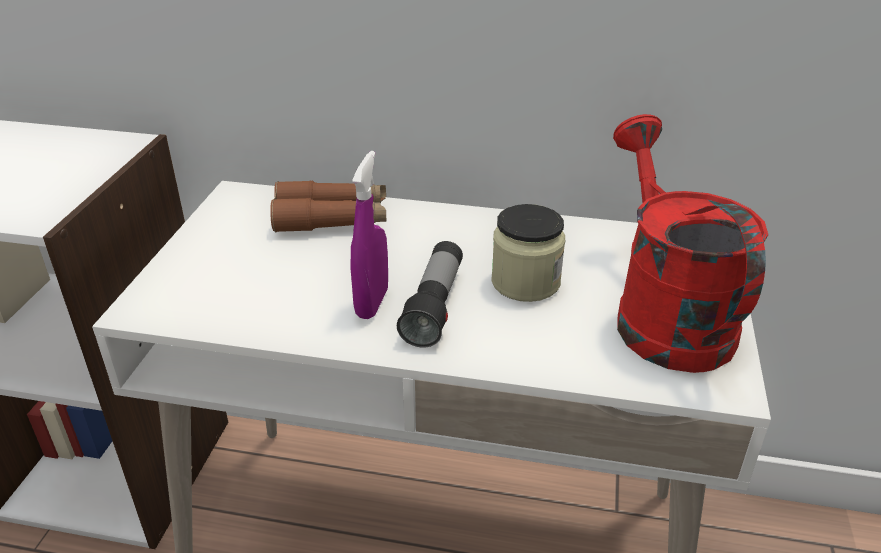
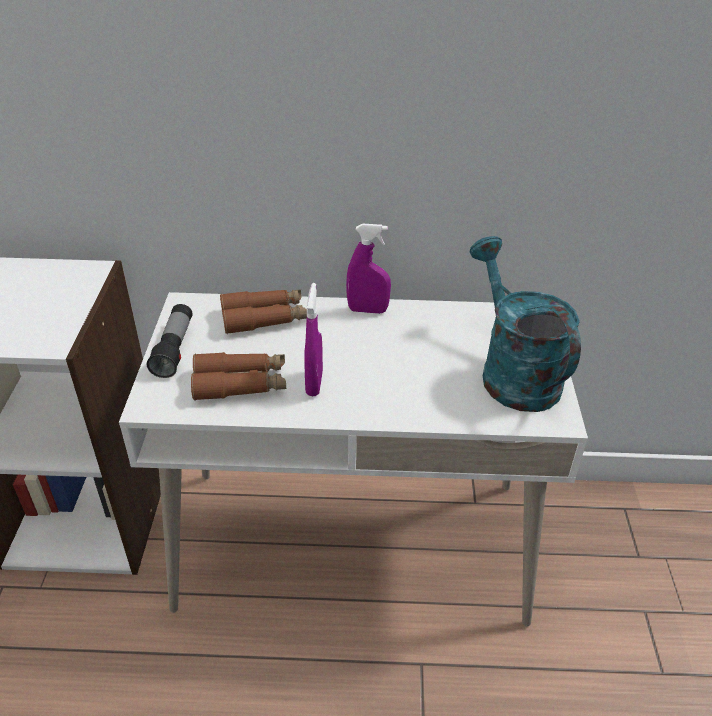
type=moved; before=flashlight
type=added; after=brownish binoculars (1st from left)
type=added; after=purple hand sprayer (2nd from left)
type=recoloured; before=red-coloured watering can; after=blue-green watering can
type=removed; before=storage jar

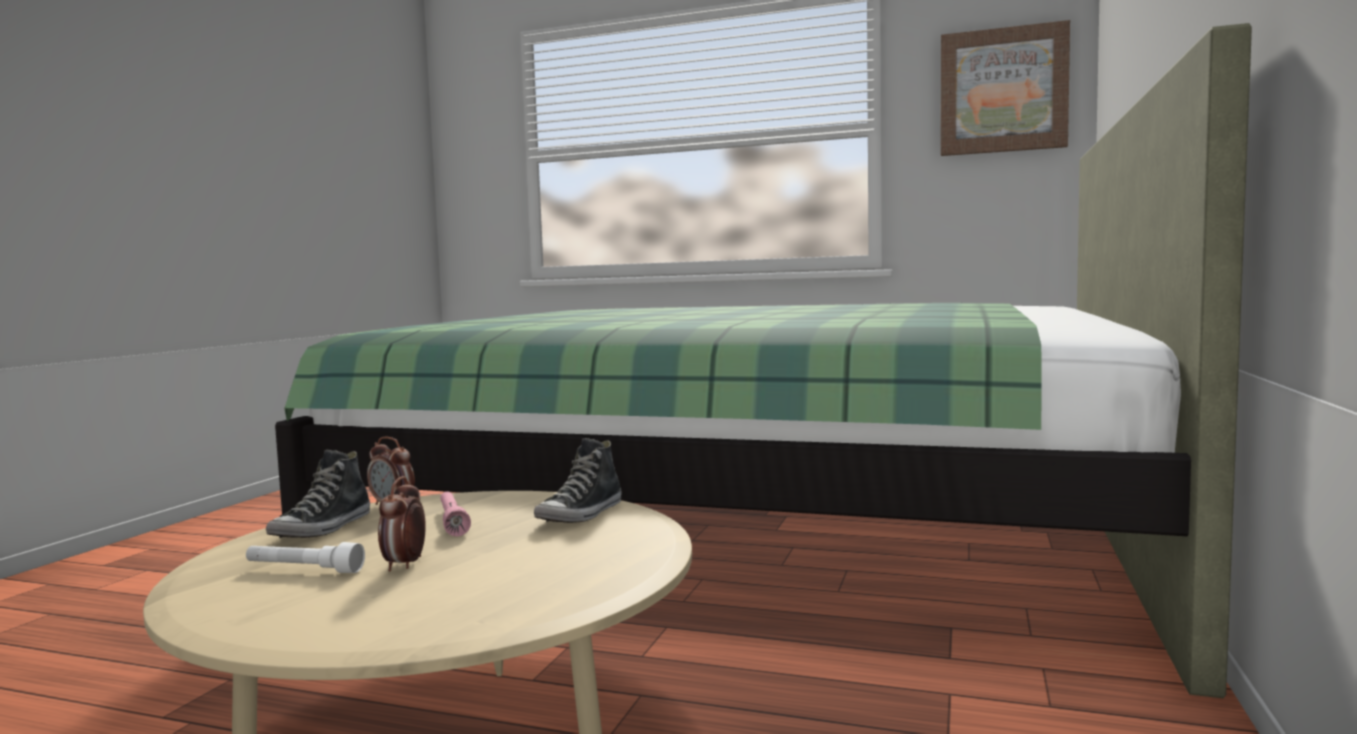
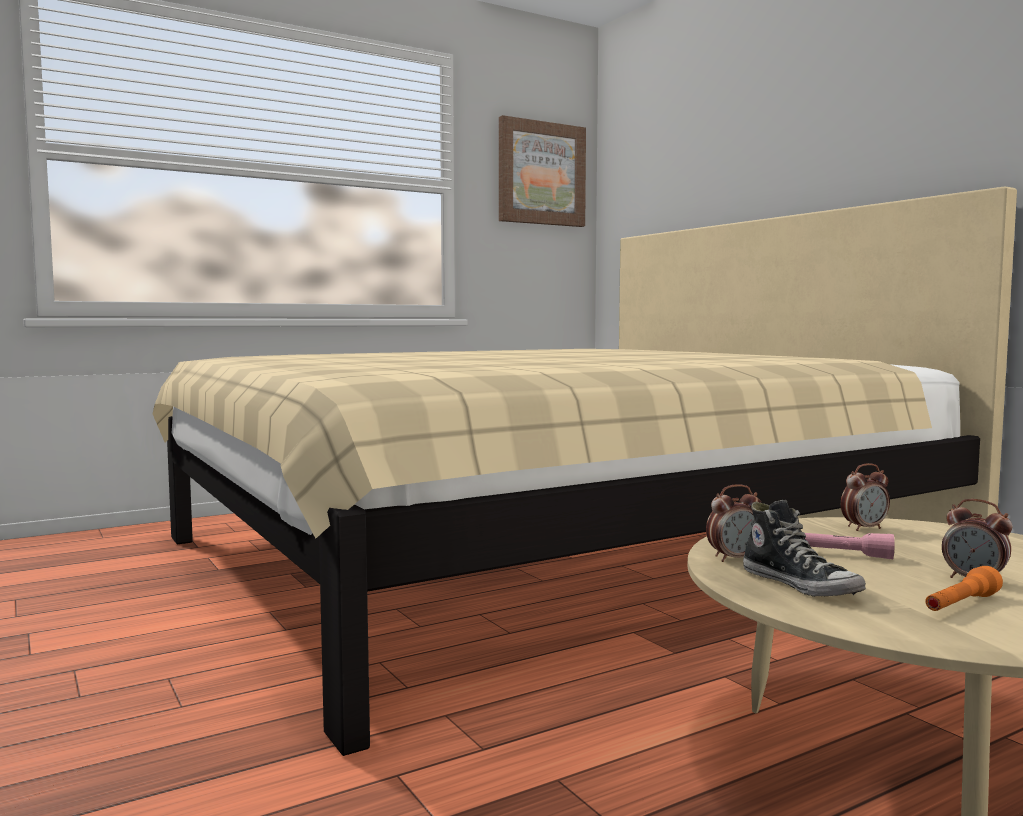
type=recoloured; before=green-coloured bedroom bed; after=beige bedroom bed
type=replaced; before=item of footwear (2nd from left); after=table clock (2nd from left)
type=recoloured; before=white-coloured flashlight; after=orangey flashlight

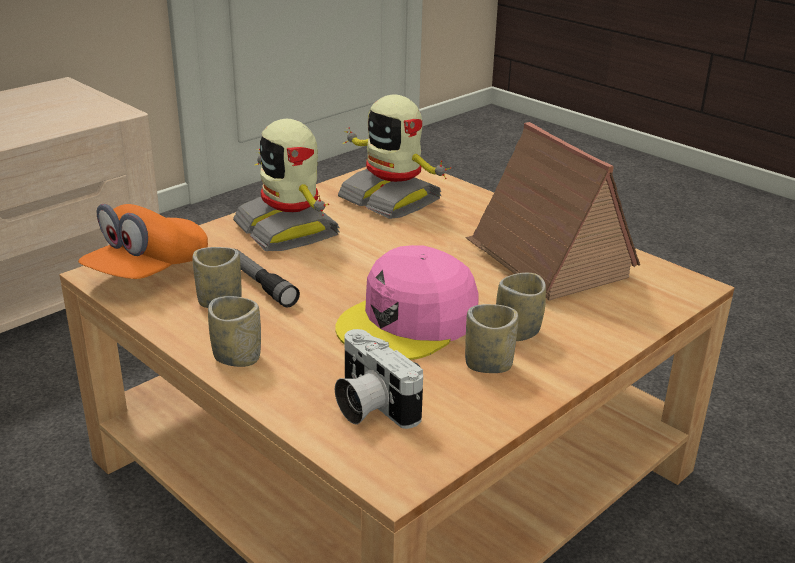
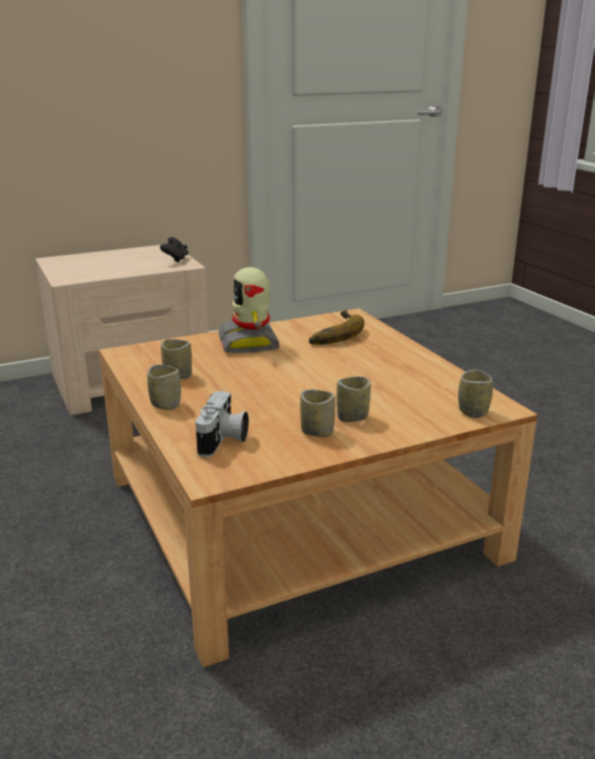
type=added; after=black-coloured game controller
type=turned; before=still camera; turn=-150
type=replaced; before=robot figure (2nd from left); after=banana fruit
type=added; after=small cup (5th from left)
type=removed; before=orangey cap
type=removed; before=flashlight
type=removed; before=pinkish cap
type=removed; before=model house

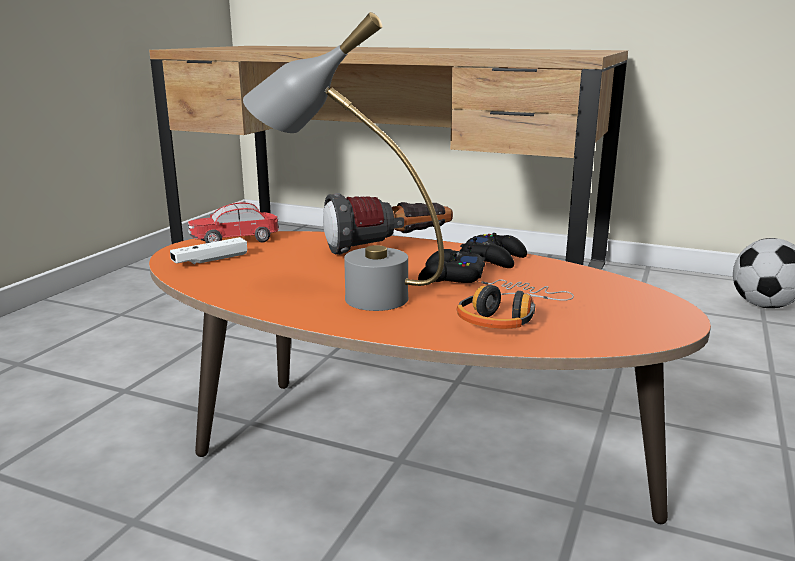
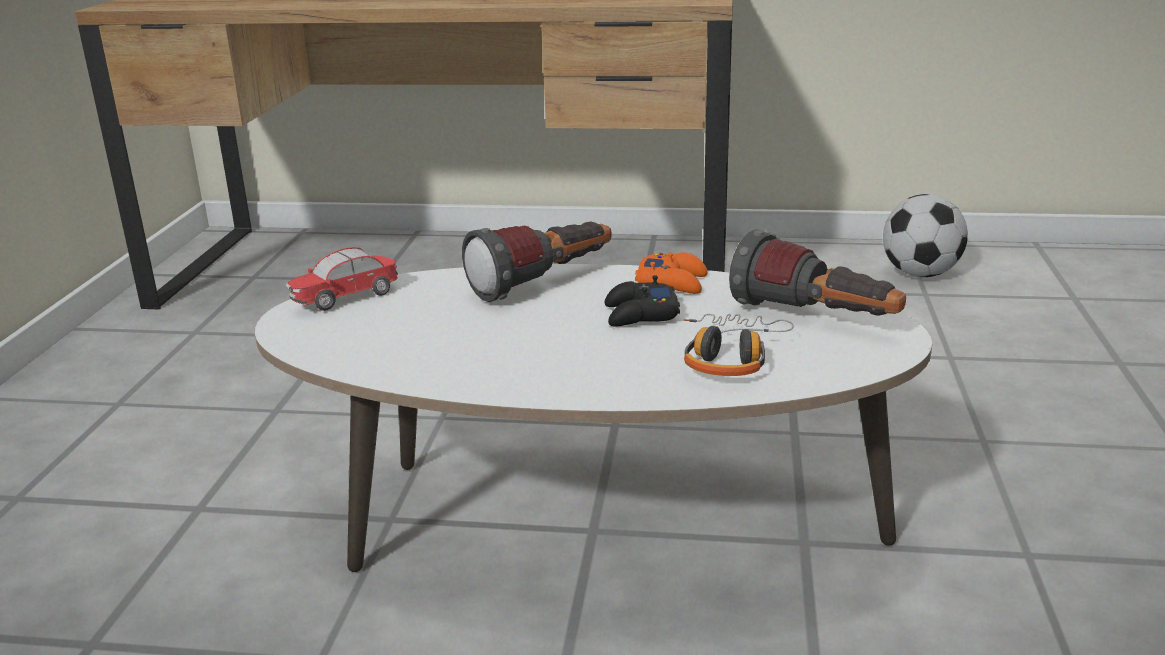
type=recoloured; before=orangey low table; after=white-coloured low table
type=recoloured; before=black-coloured game controller (2nd from left); after=orangey game controller
type=added; after=flashlight (2nd from left)
type=removed; before=white-coloured game controller
type=removed; before=greyish tabletop lamp

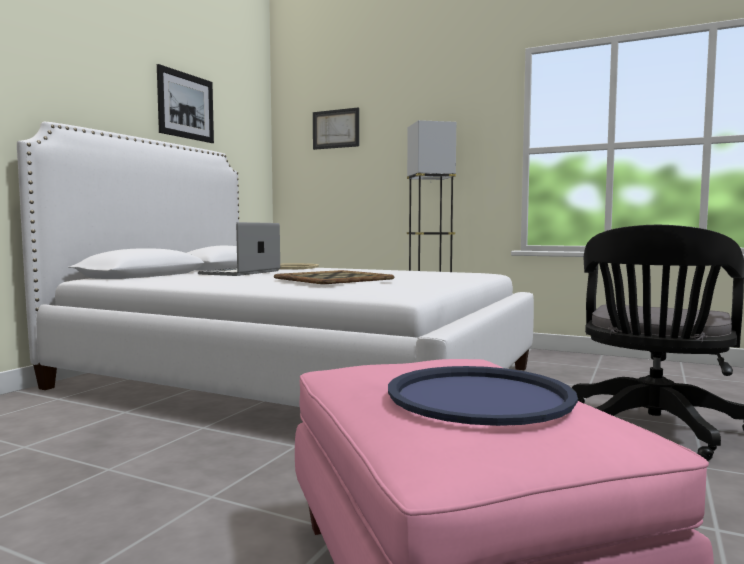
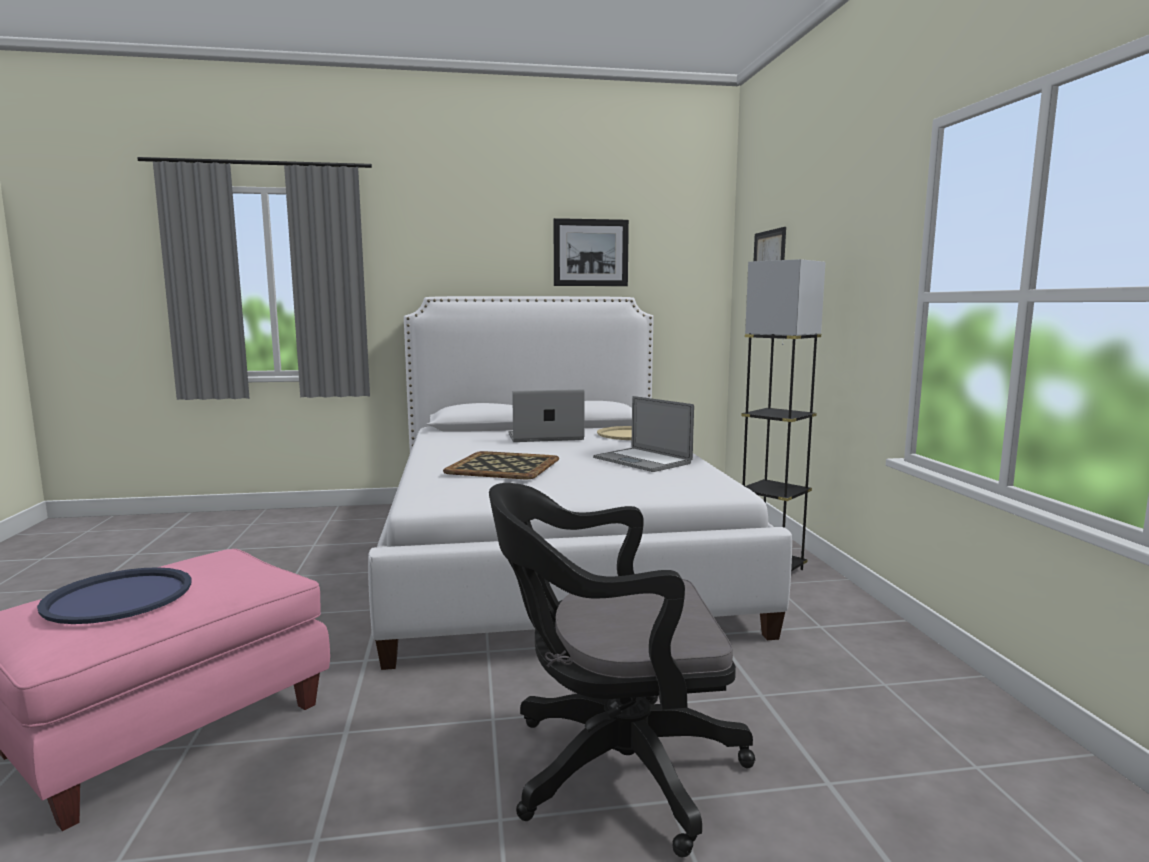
type=added; after=laptop (2nd from left)

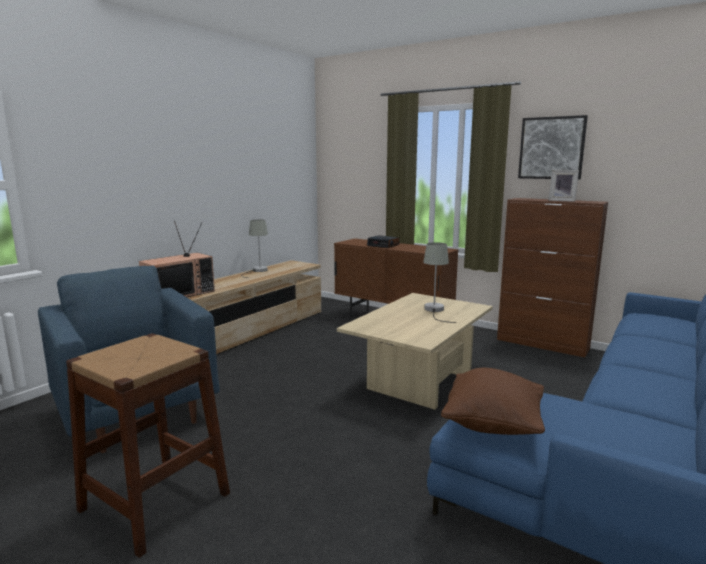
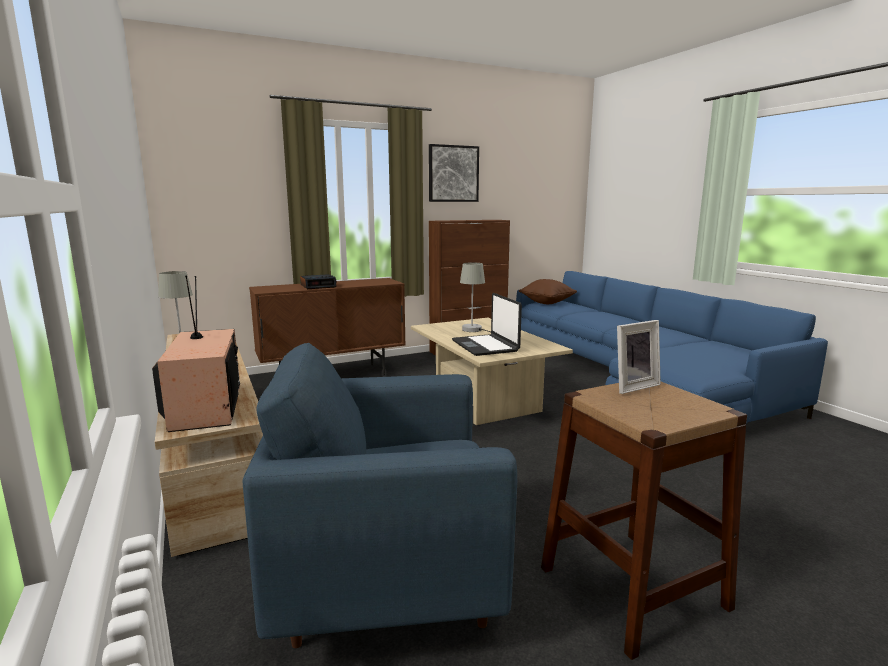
type=added; after=laptop
type=moved; before=brownish pillow
type=moved; before=standing frame

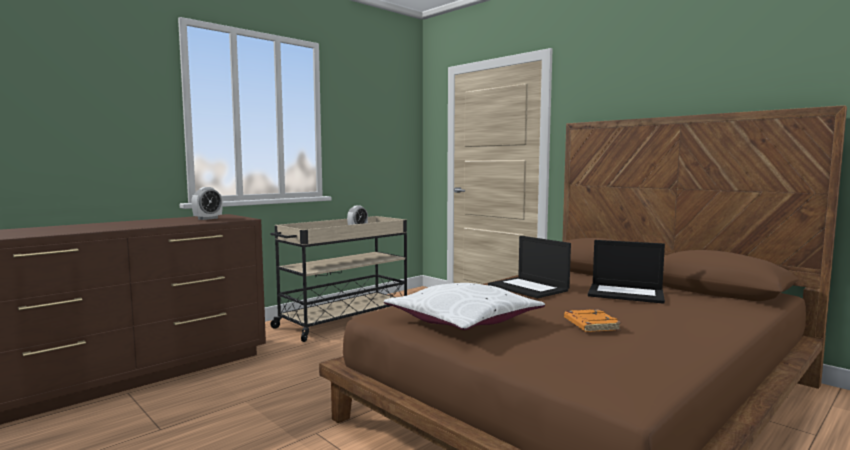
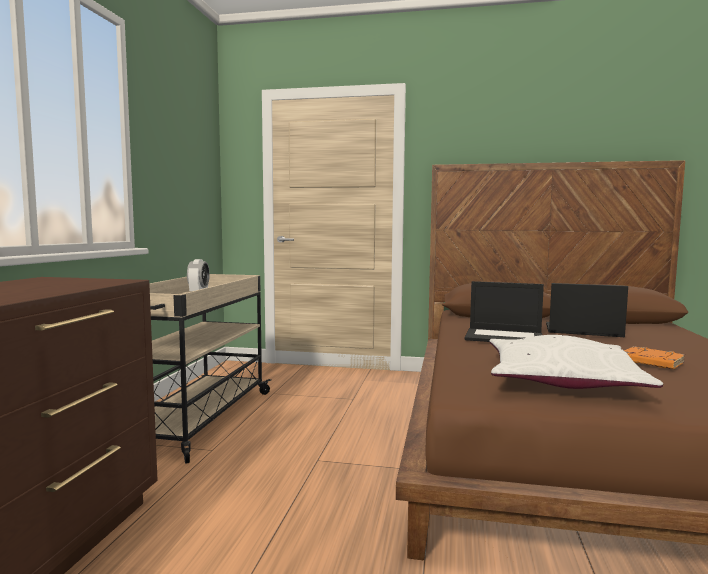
type=turned; before=laptop (2nd from left); turn=-150
type=removed; before=table clock (1st from left)

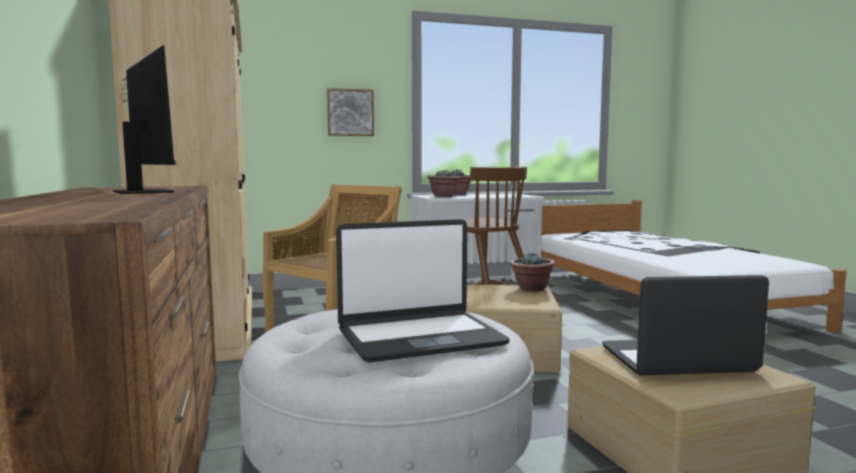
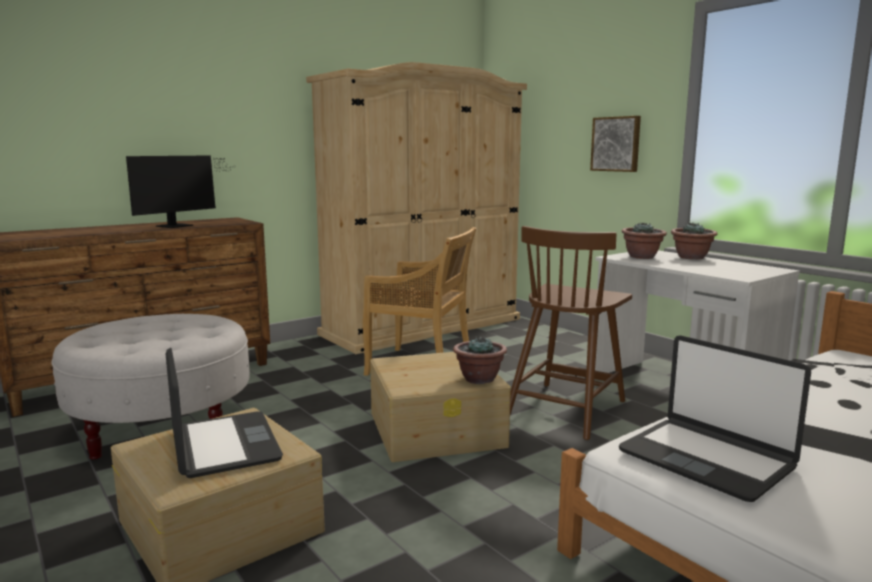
type=moved; before=laptop (1st from left in the first image); after=laptop (2nd from left)

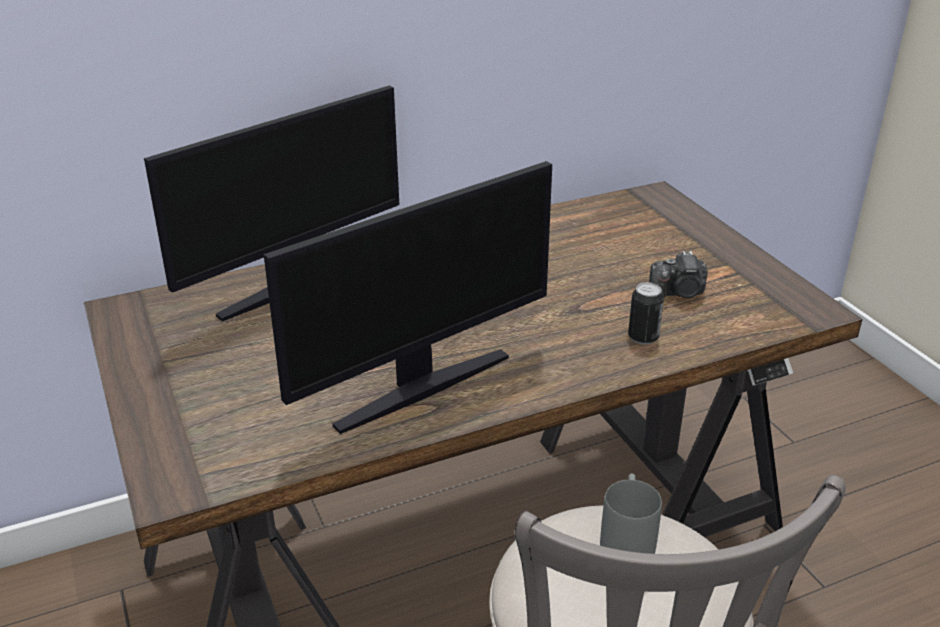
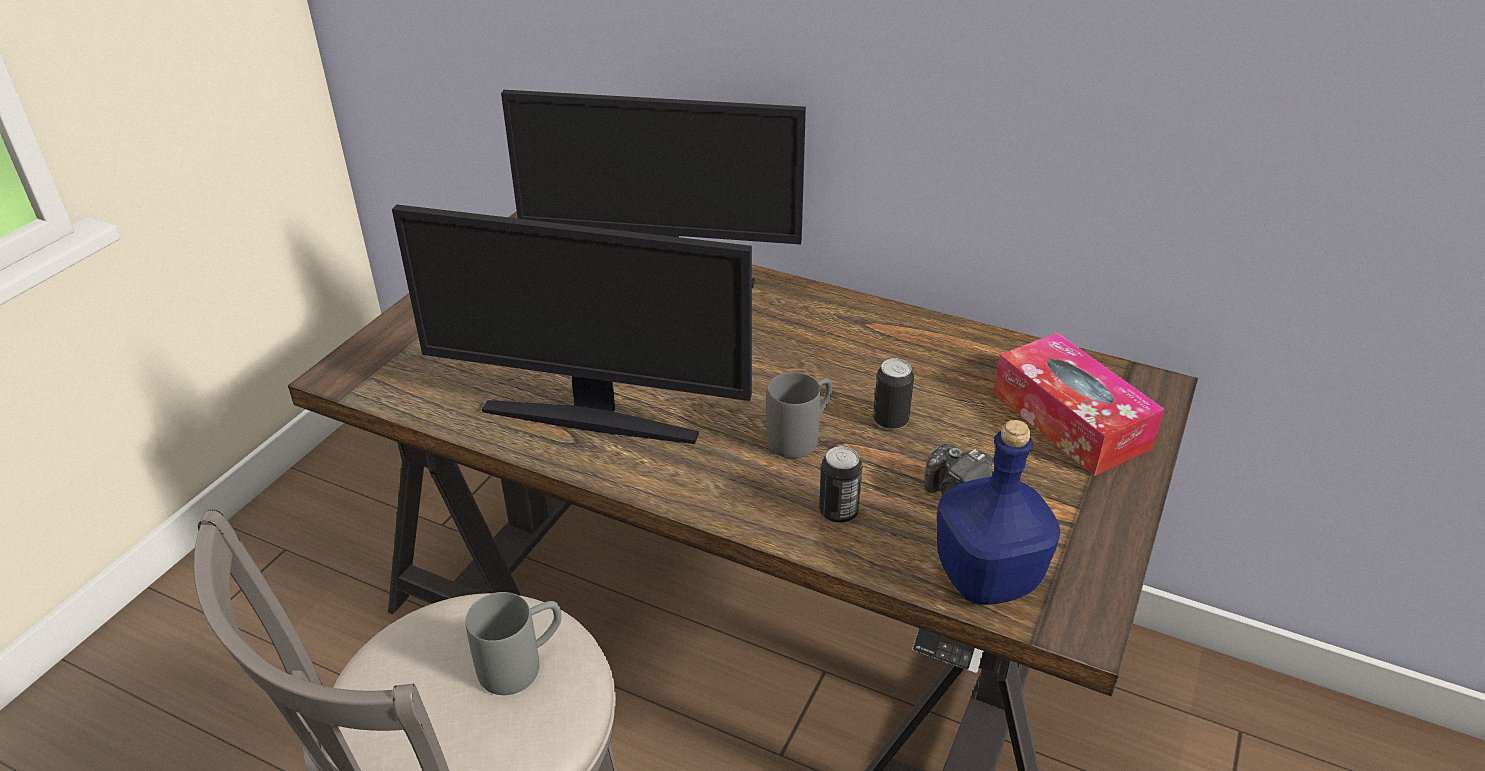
type=added; after=greyish mug (2nd from left)
type=added; after=sealed can (2nd from left)
type=added; after=bluish beverage bottle
type=added; after=tissue box

